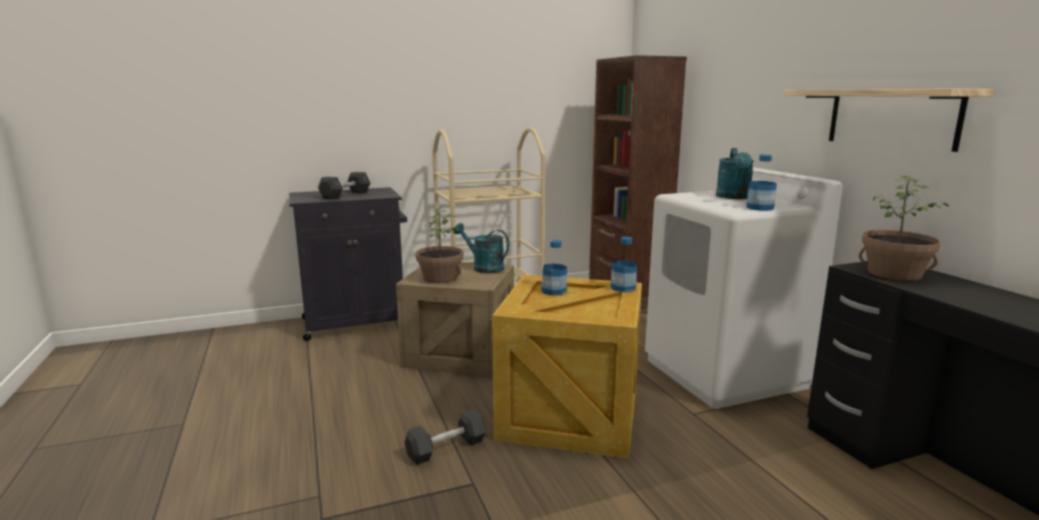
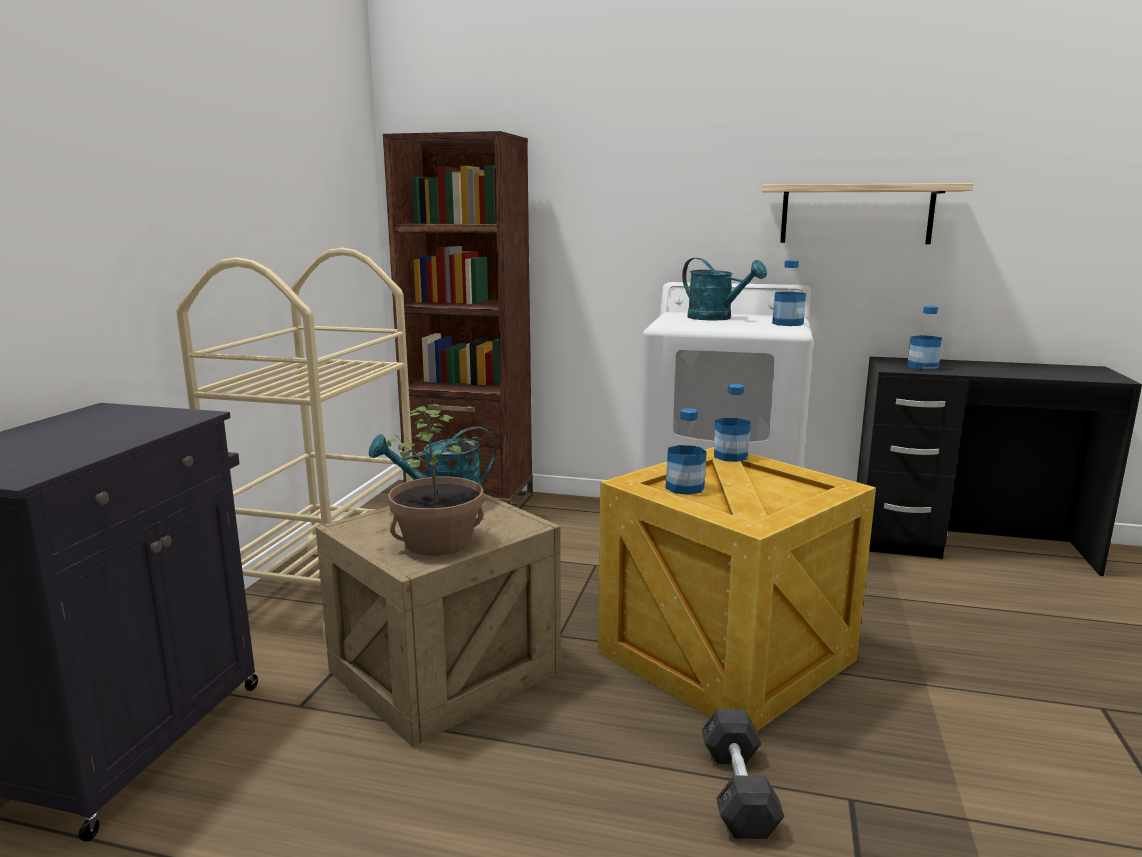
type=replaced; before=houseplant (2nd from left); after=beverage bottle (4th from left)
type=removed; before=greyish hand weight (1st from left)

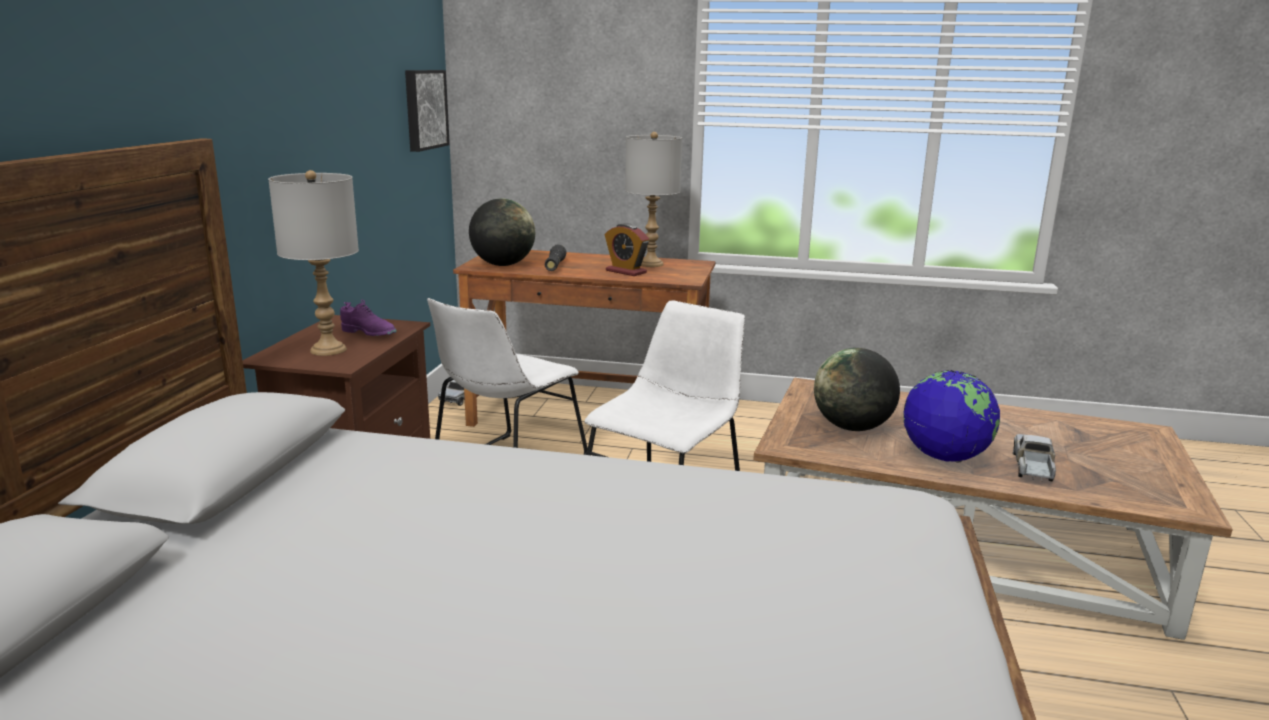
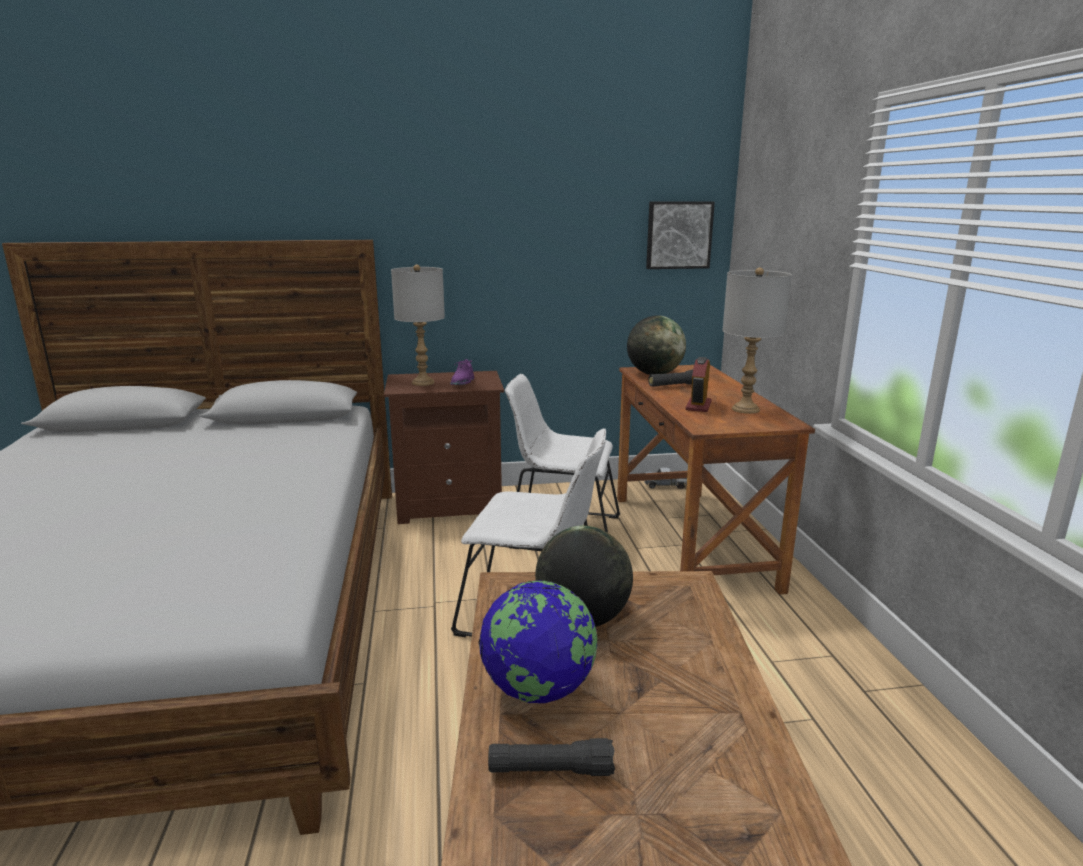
type=replaced; before=model truck (2nd from left); after=black-coloured flashlight (1st from left)

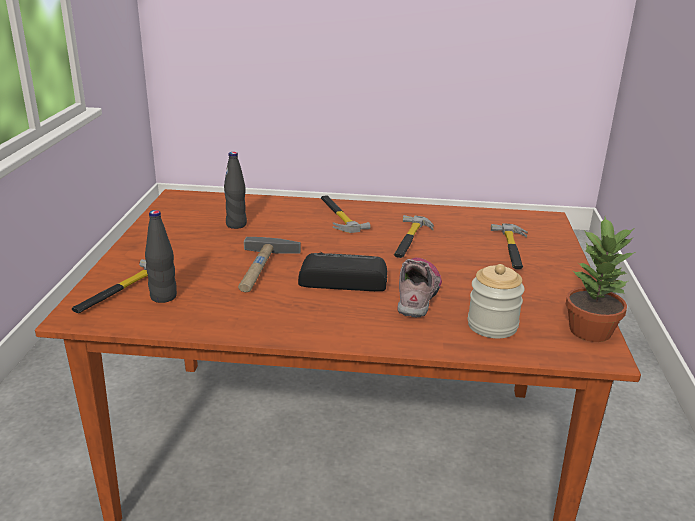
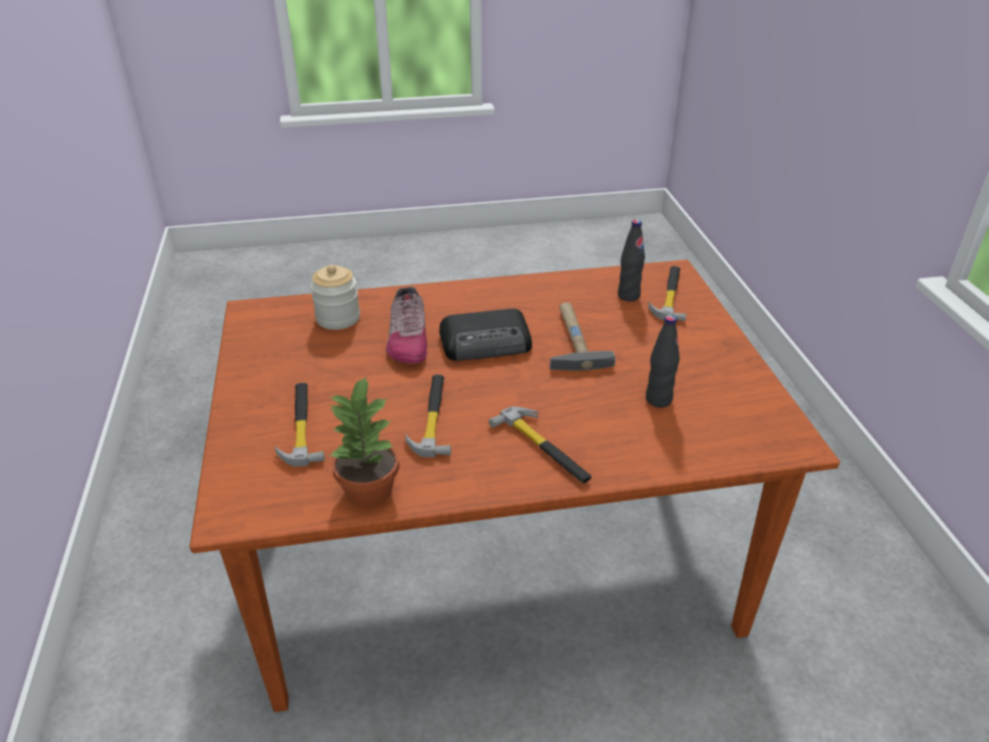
type=moved; before=houseplant

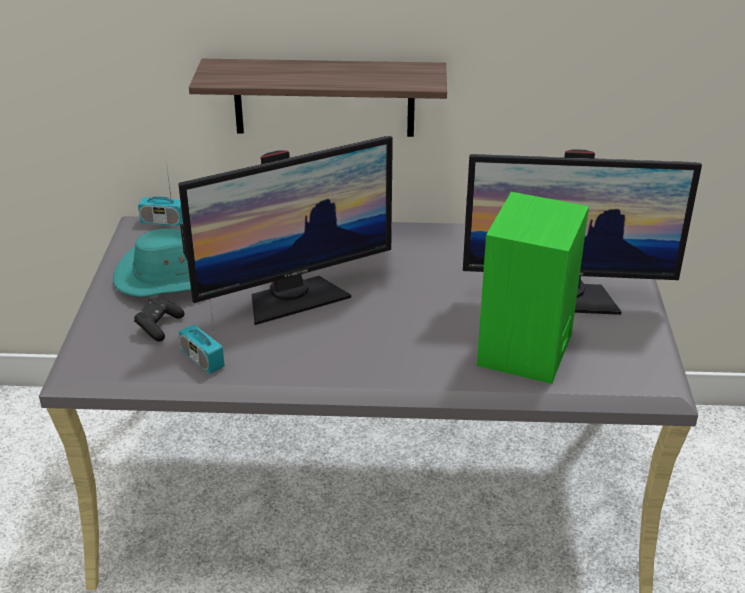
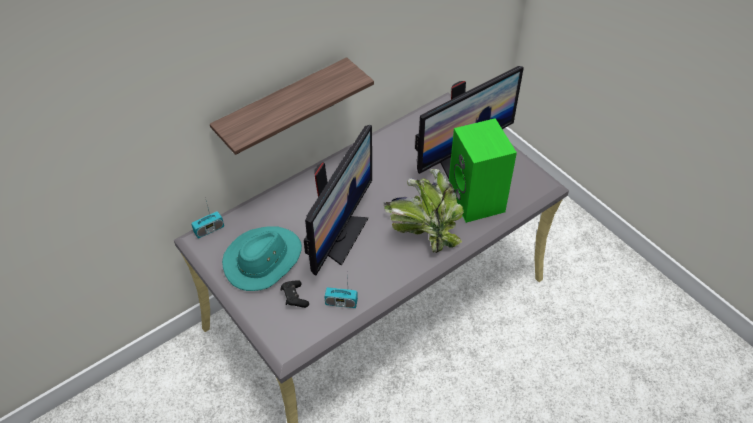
type=added; after=houseplant

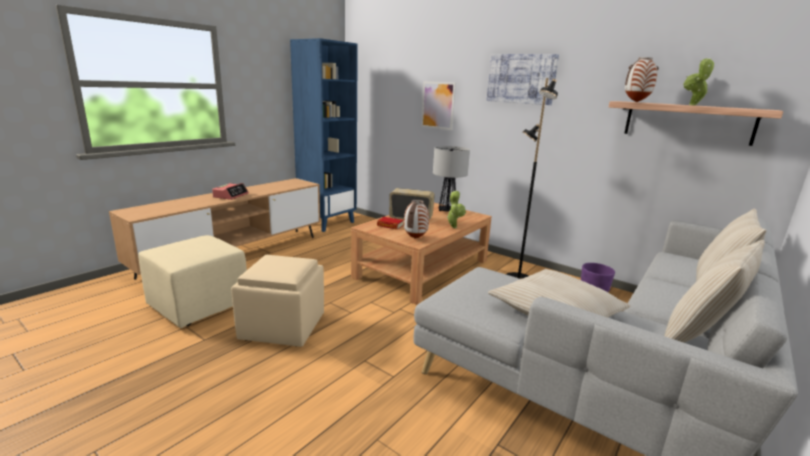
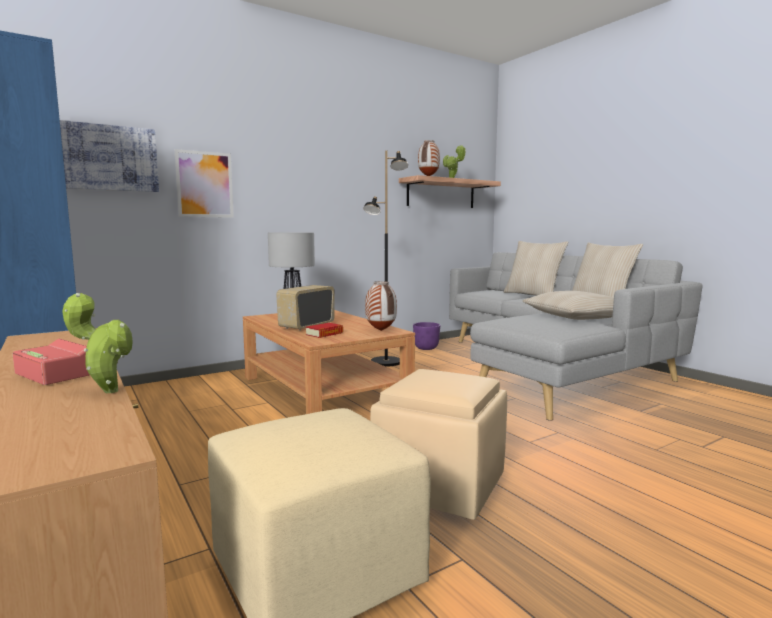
type=moved; before=picture (2nd from left in the first image); after=picture (1st from left)
type=moved; before=houseplant (1st from left)

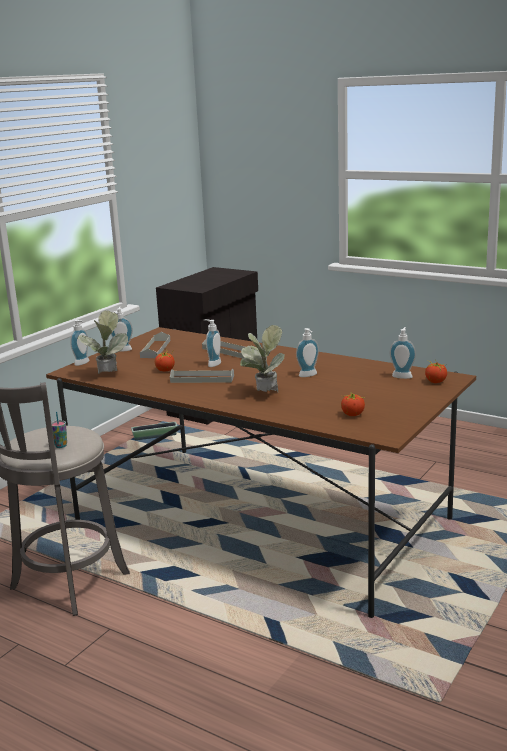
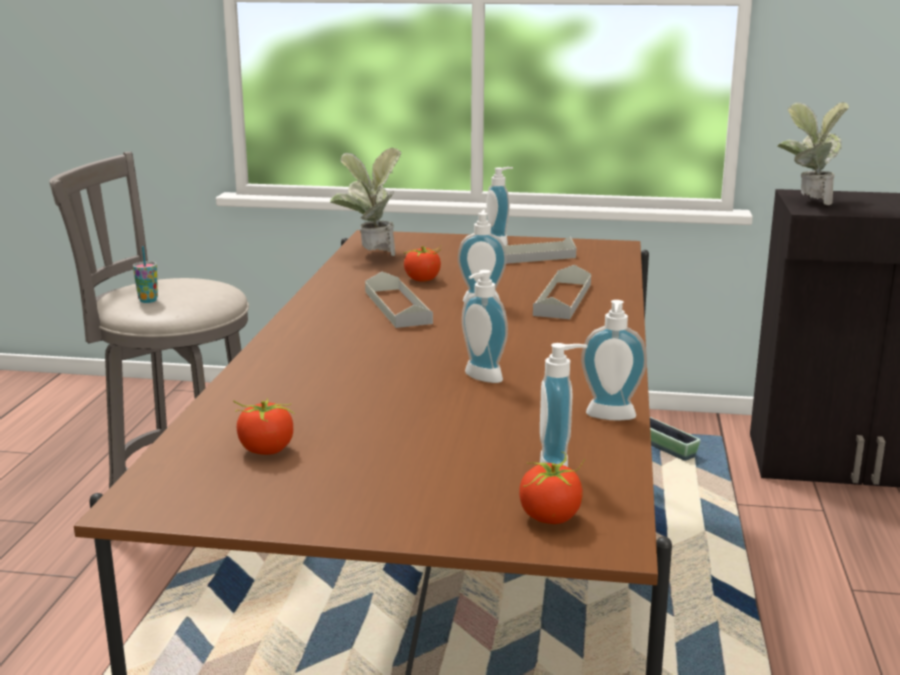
type=moved; before=liquid soap bottle (1st from left in the first image); after=liquid soap bottle (5th from left)
type=moved; before=houseplant (2nd from left)

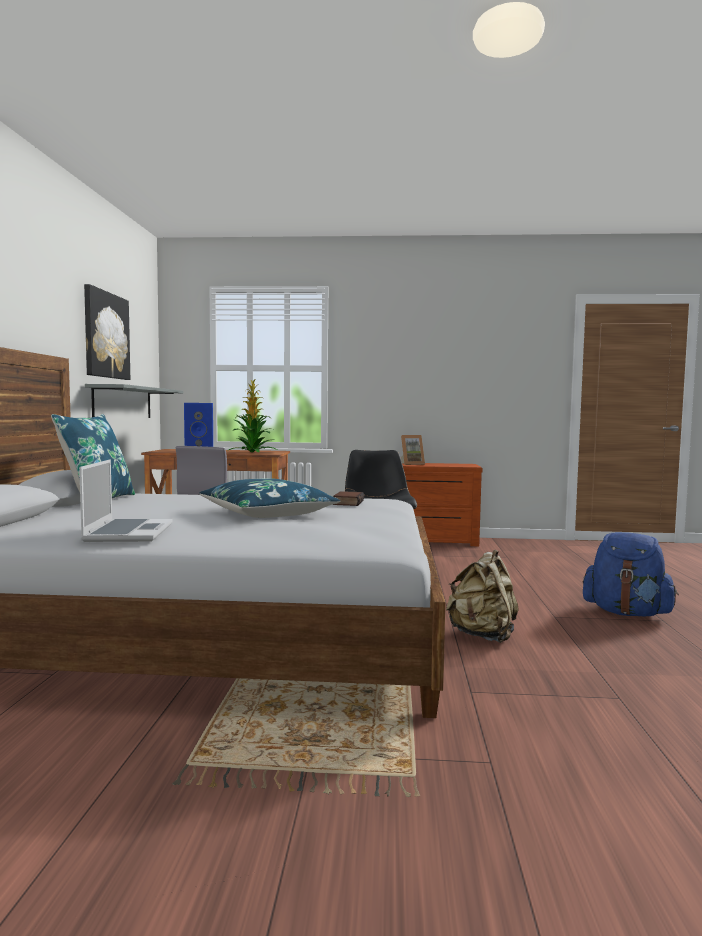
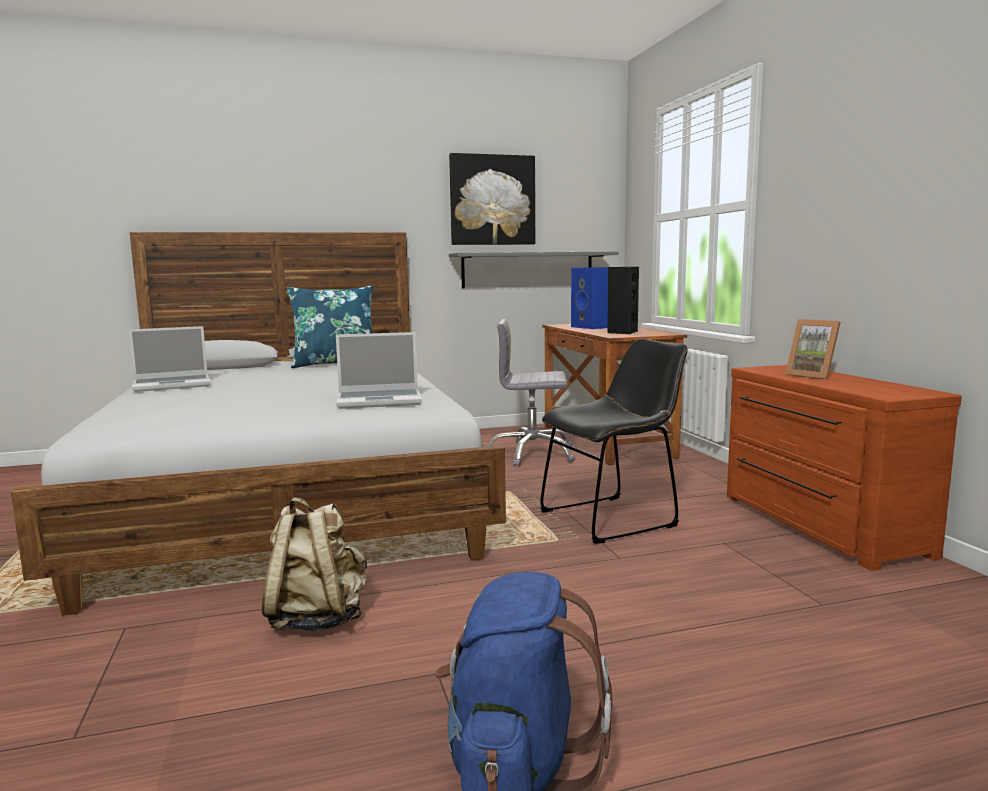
type=replaced; before=bound book; after=laptop (2nd from left)
type=replaced; before=houseplant; after=black-coloured speaker
type=removed; before=bluish pillow (2nd from left)

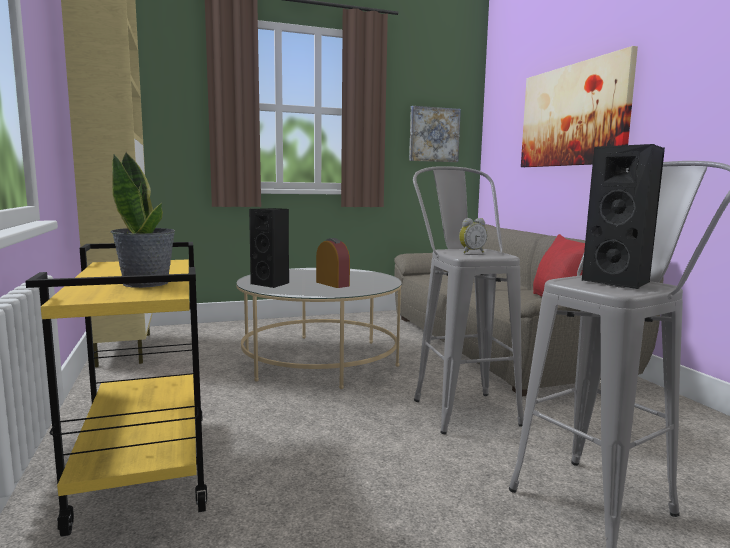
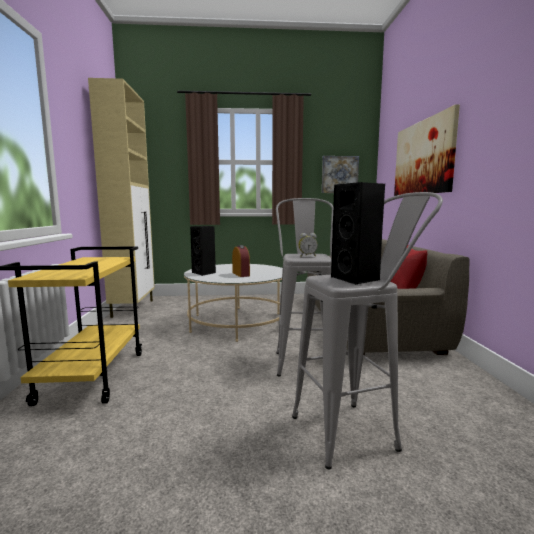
type=removed; before=houseplant

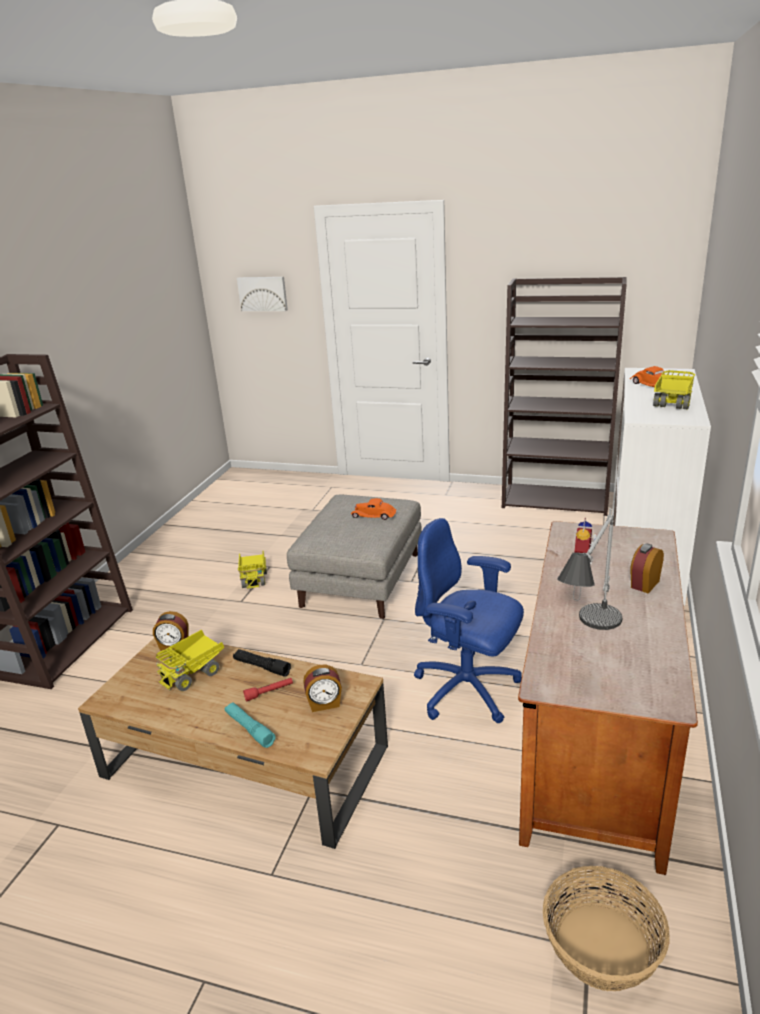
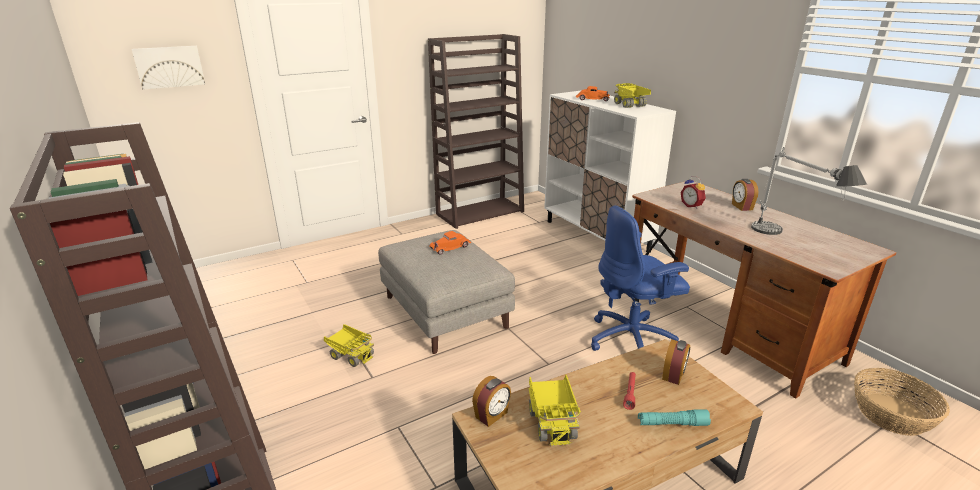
type=removed; before=black-coloured flashlight

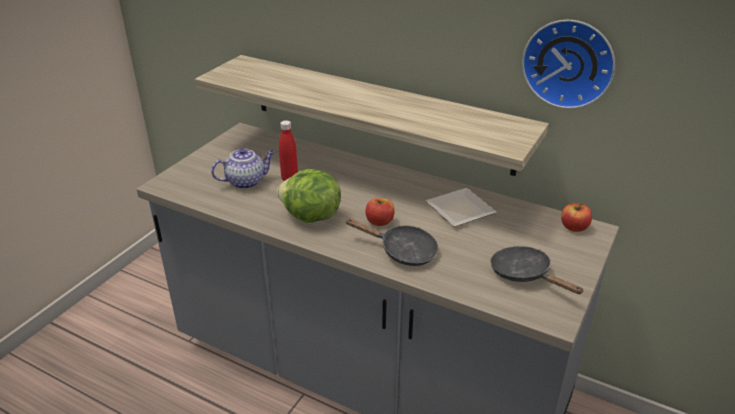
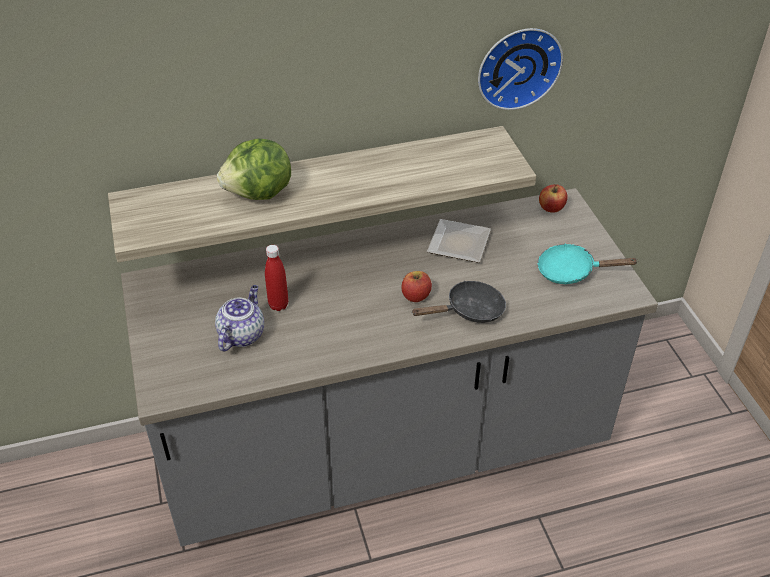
type=moved; before=lettuce
type=recoloured; before=black-coloured pan (2nd from left); after=blue-green pan

